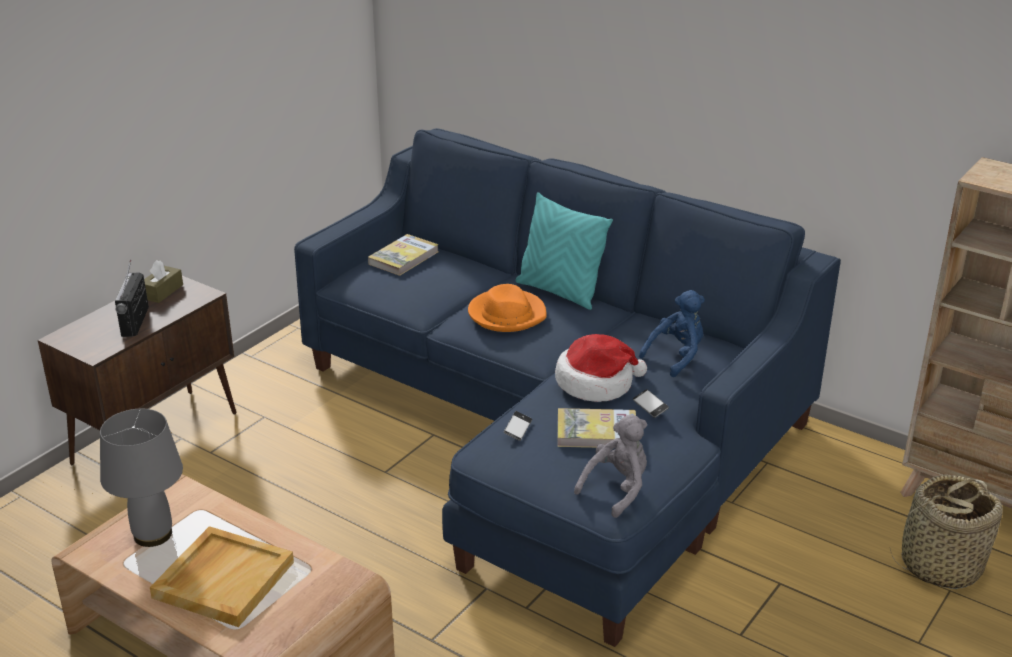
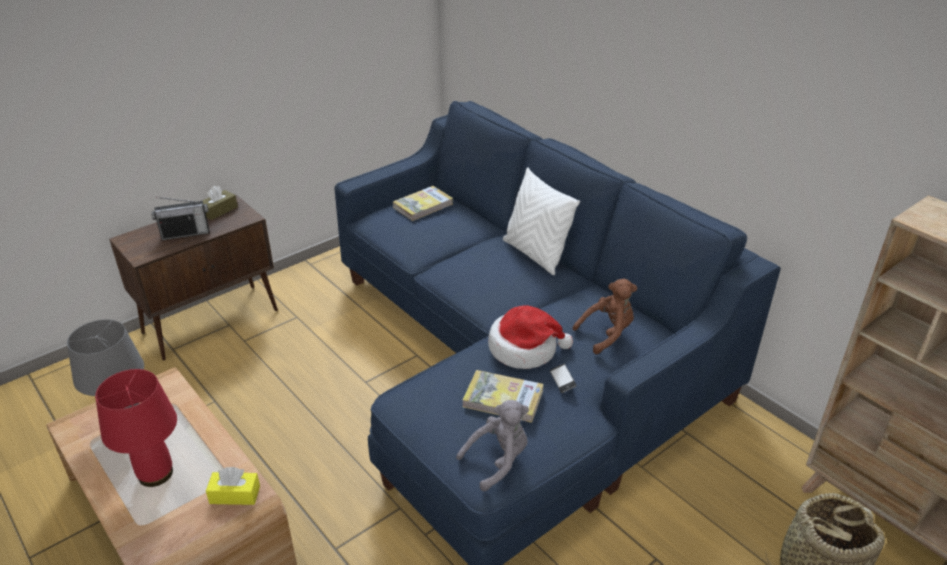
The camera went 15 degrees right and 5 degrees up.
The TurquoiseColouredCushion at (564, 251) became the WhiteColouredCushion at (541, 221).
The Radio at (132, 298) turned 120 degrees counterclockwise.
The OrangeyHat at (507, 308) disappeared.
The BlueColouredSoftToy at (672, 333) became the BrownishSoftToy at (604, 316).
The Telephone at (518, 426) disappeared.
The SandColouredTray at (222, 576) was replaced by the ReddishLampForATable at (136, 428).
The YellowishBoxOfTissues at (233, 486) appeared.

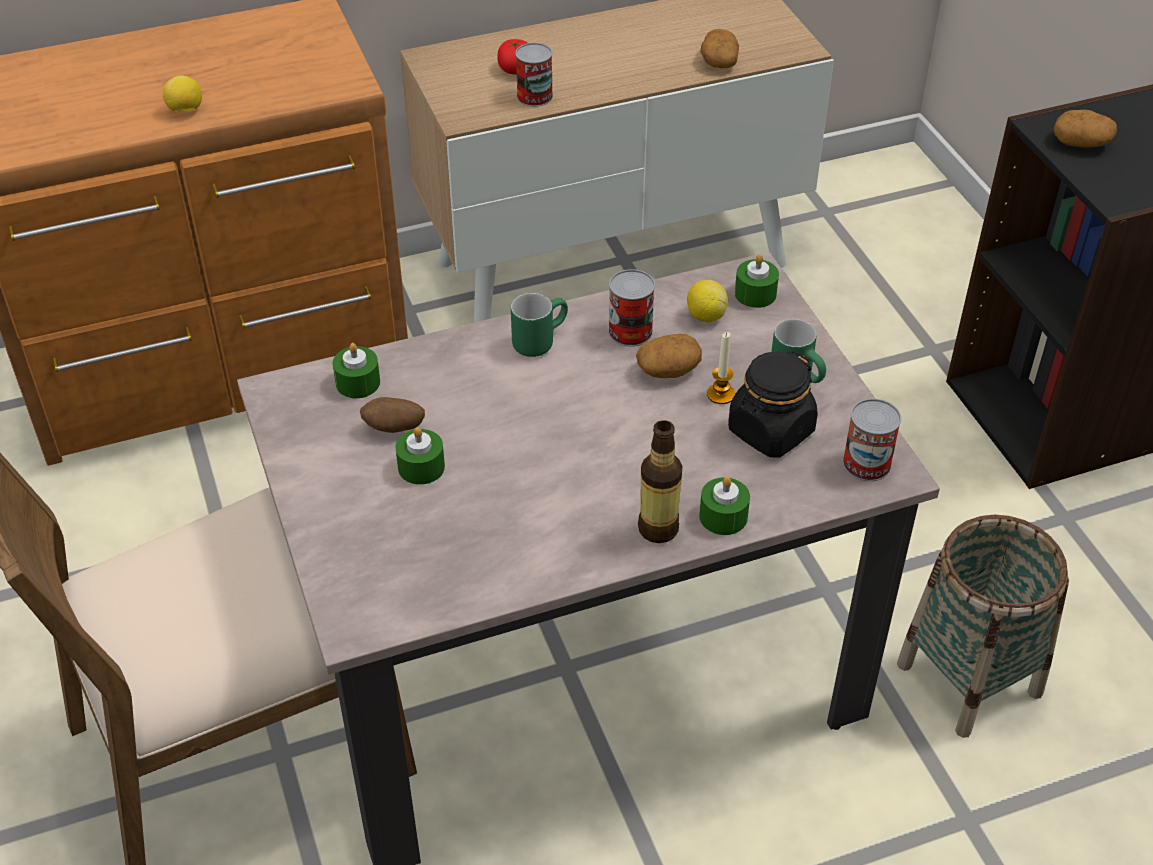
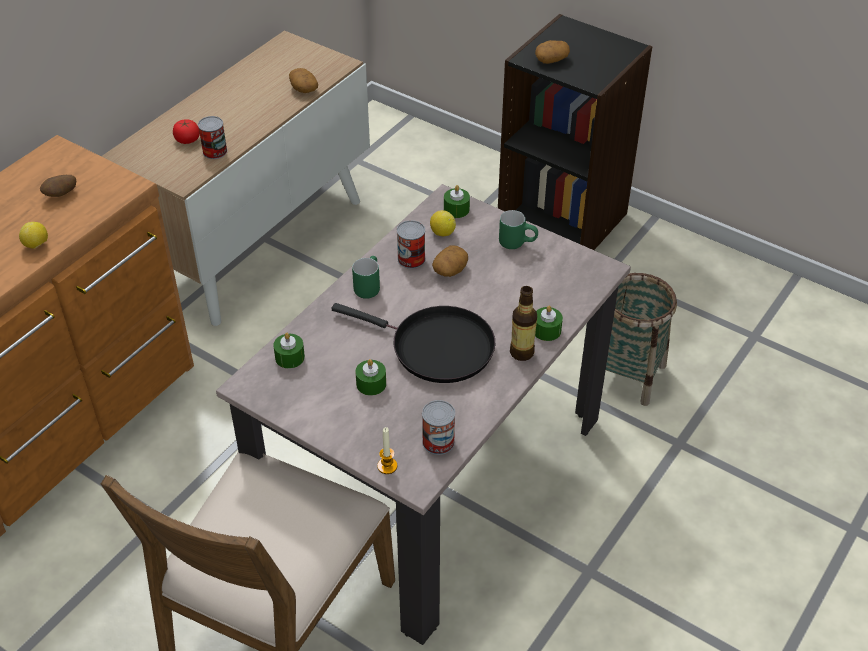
The camera went 35 degrees left and 0 degrees up.
The WaxLight moved from (721, 368) to (387, 450).
The BlackishJar at (773, 404) disappeared.
The Potato moved from (392, 415) to (58, 186).
The SealedCan moved from (872, 440) to (438, 427).
The BlackishPan at (413, 343) appeared.

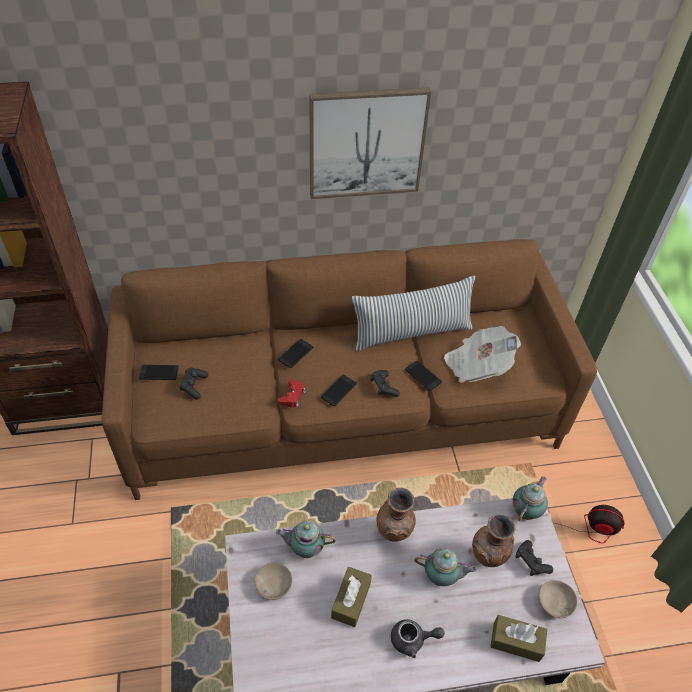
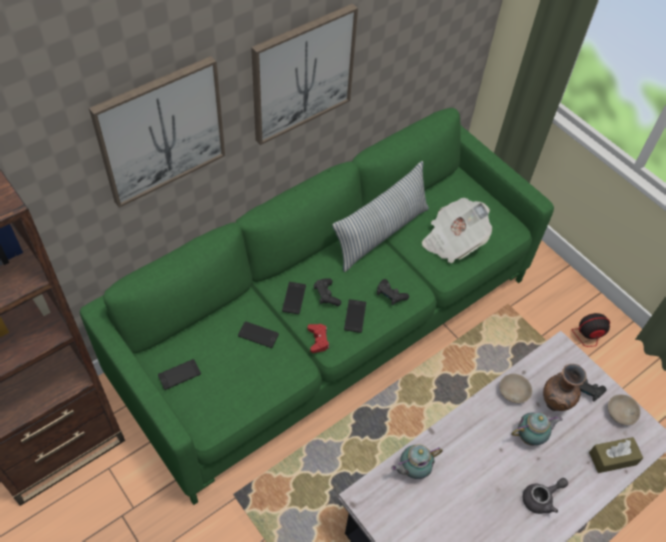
The camera went 30 degrees left and 5 degrees up.
The BrownishSofa at (349, 369) became the GreenColouredSofa at (317, 306).
The Telephone moved from (423, 376) to (258, 334).
The BlackishJoypad moved from (193, 383) to (327, 292).
The PotForTea at (530, 498) disappeared.
The BrownishVase at (396, 515) disappeared.
The SandColouredDeepDish moved from (273, 581) to (515, 388).
The BrownishBoxOfTissues at (351, 597) disappeared.
The WallPicture at (157, 132) appeared.

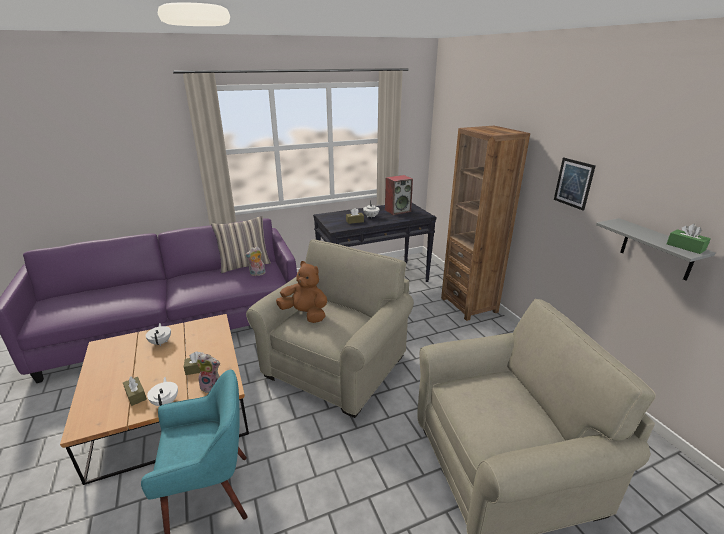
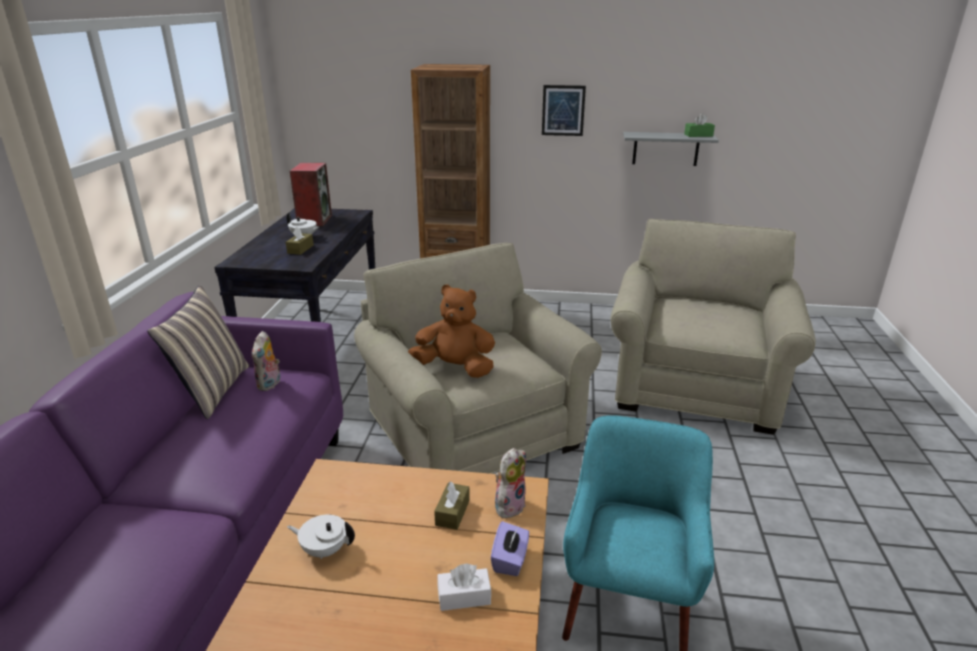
The camera went 60 degrees left and 0 degrees up.
The BrownishSoftToy at (301, 292) turned 45 degrees clockwise.
The BrownishBoxOfTissues at (135, 391) became the WhiteColouredBoxOfTissues at (464, 587).
The WhiteColouredPotForTea at (162, 391) was replaced by the PurpleBoxOfTissues at (510, 548).

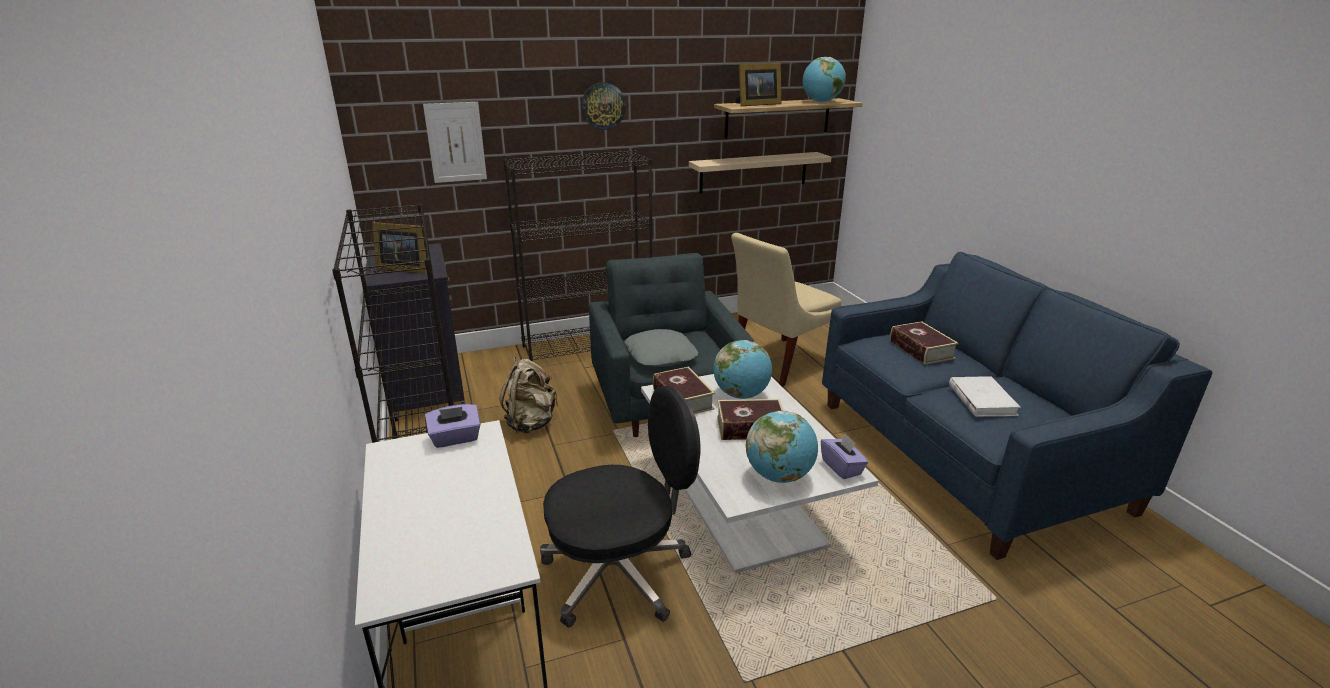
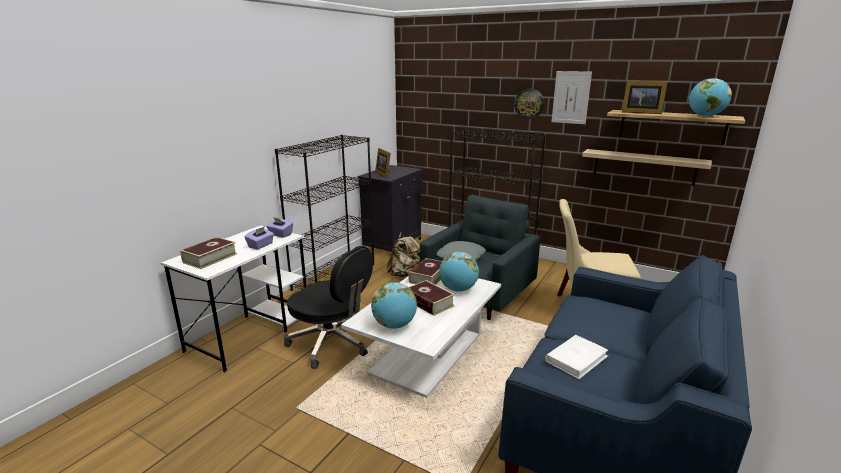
The camera went 50 degrees right and 5 degrees down.
The WallPicture moved from (455, 142) to (572, 97).
The Volume moved from (924, 343) to (208, 253).
The PurpleBoxOfTissues moved from (844, 456) to (259, 238).

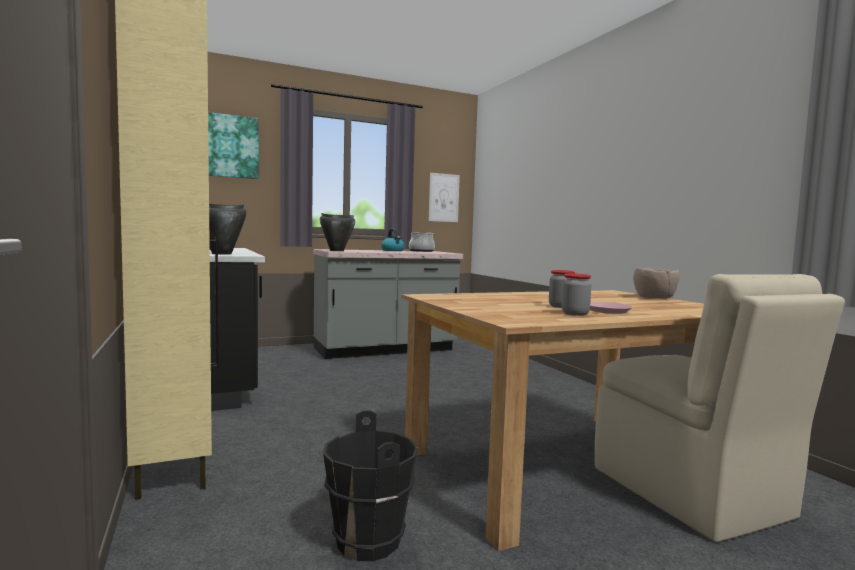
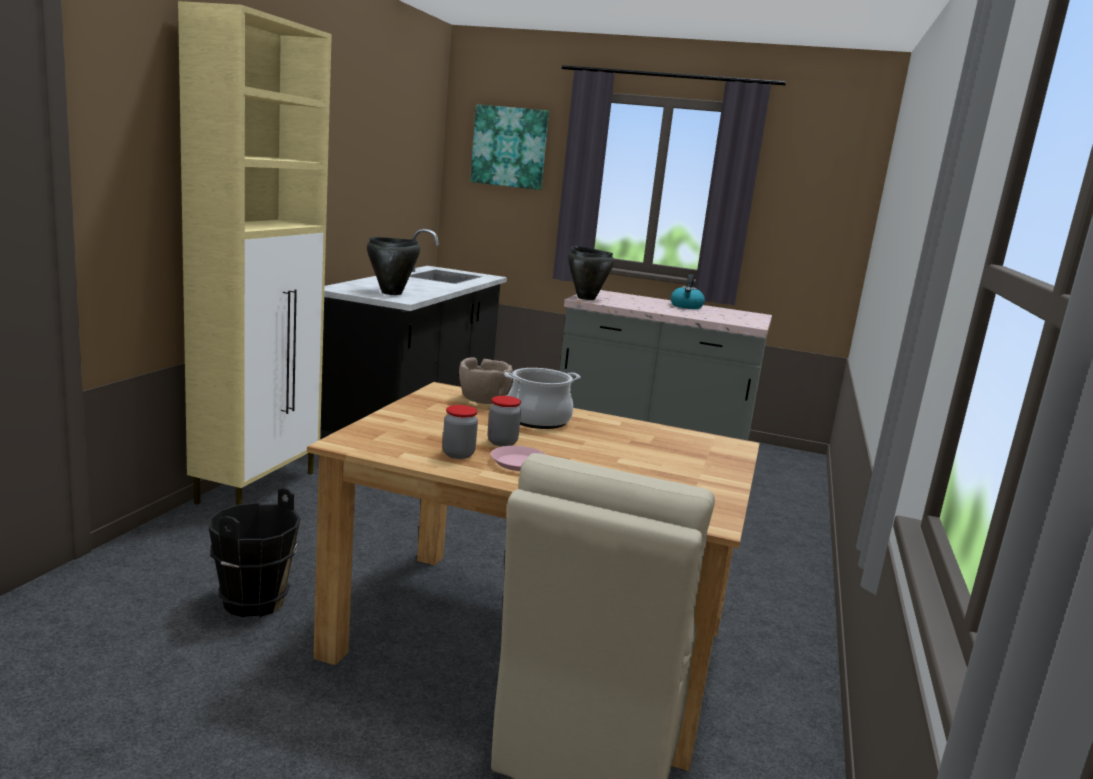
The camera went 40 degrees right and 10 degrees up.
The WallPicture at (444, 197) disappeared.
The Stockpot moved from (422, 242) to (542, 398).
The BrownishDeepDish moved from (656, 283) to (486, 380).

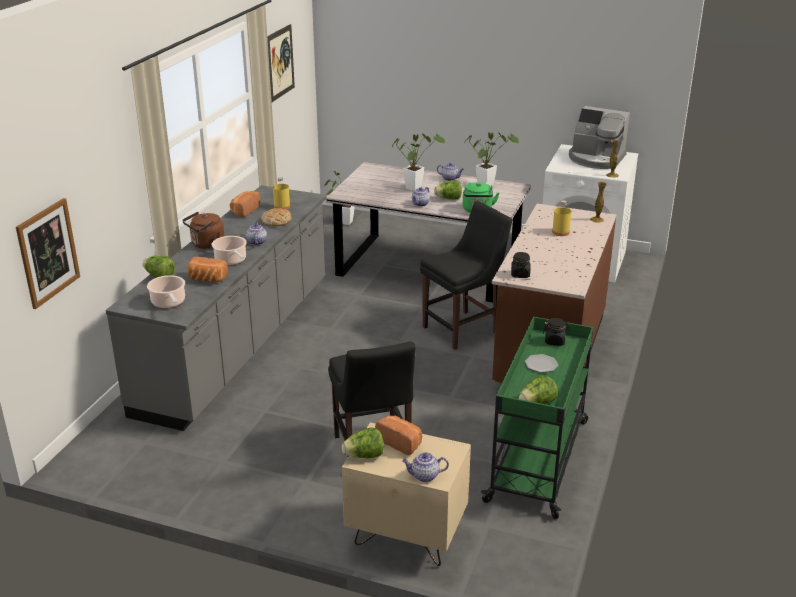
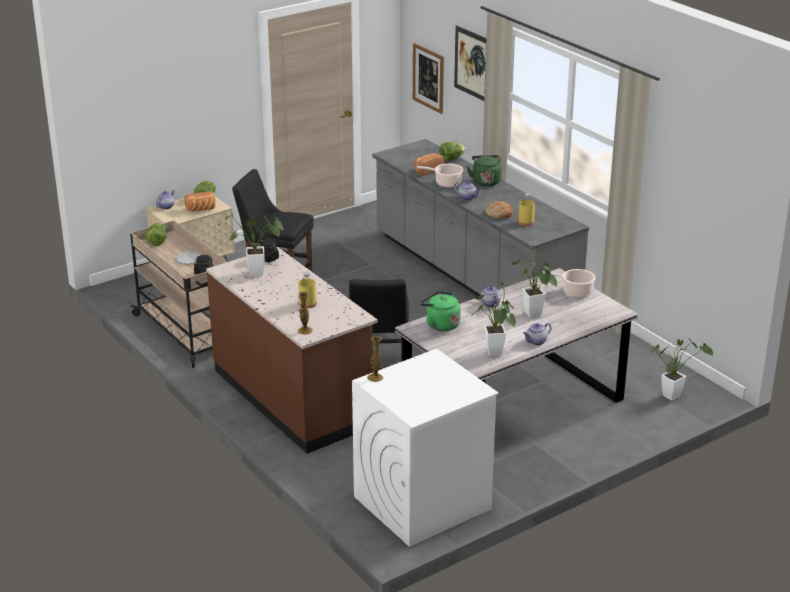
The camera went 125 degrees right and 0 degrees up.
The WallPicture moved from (281, 63) to (470, 63).
The CoffeeMaker at (599, 137) disappeared.
The LettuceHead at (448, 190) disappeared.
The BakedBread at (245, 204) disappeared.
The BrownishWaterKettle at (203, 230) became the GreenColouredWaterKettle at (484, 170).
The Stockpot moved from (166, 291) to (569, 283).
The GreenColouredWheeledCart at (537, 418) became the SandColouredWheeledCart at (178, 294).
The Houseplant at (254, 245) appeared.

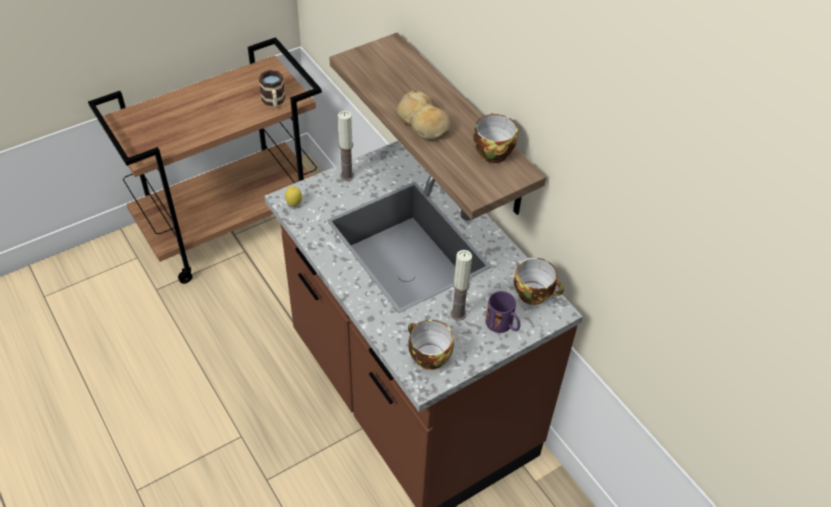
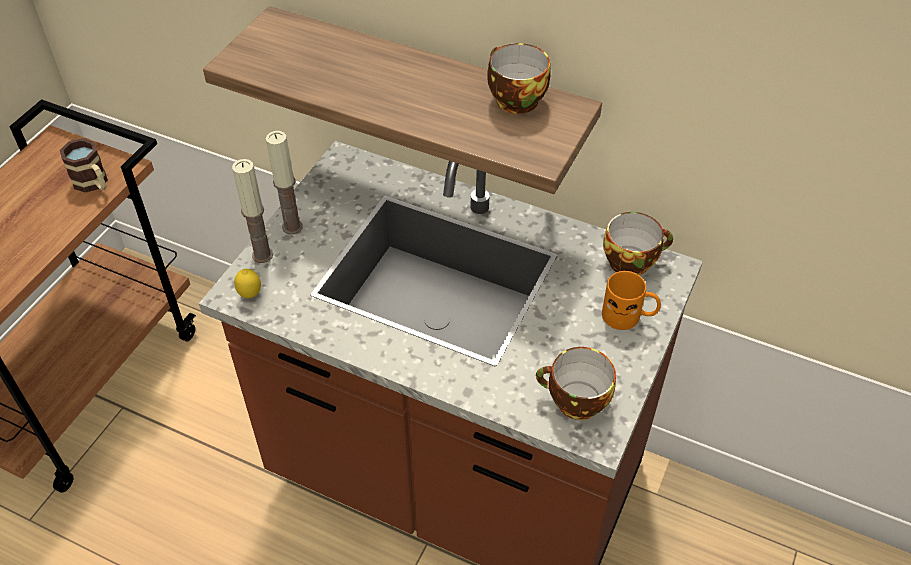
The camera went 30 degrees left and 0 degrees up.
The BakedBread at (423, 115) disappeared.
The WaxLight moved from (461, 285) to (252, 211).
The PurpleCoffeeMug at (503, 312) became the OrangeyCoffeeMug at (631, 300).

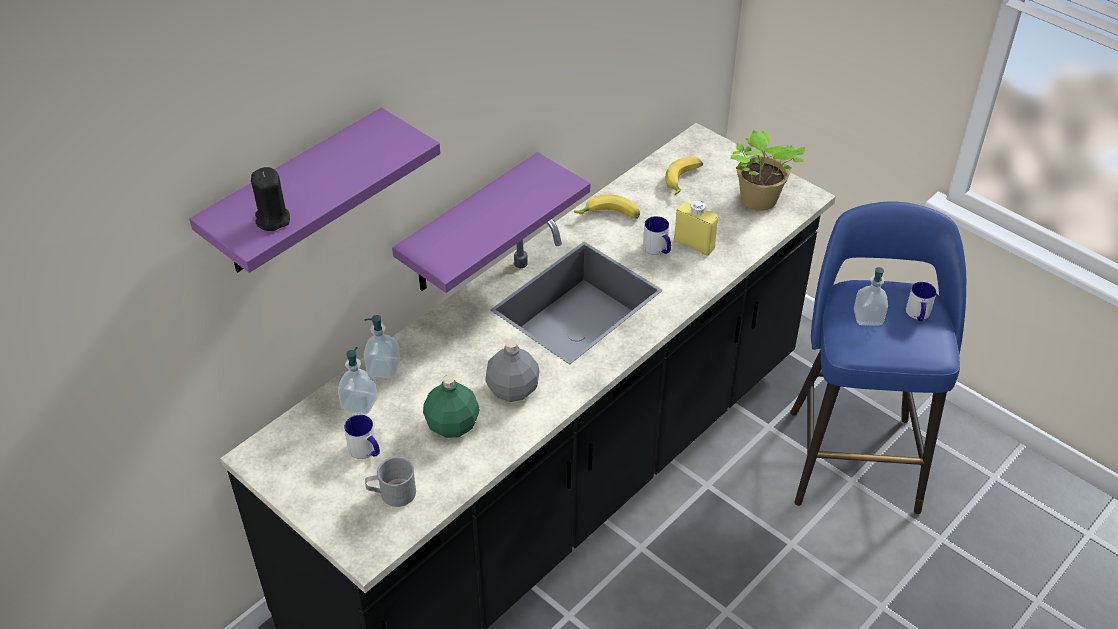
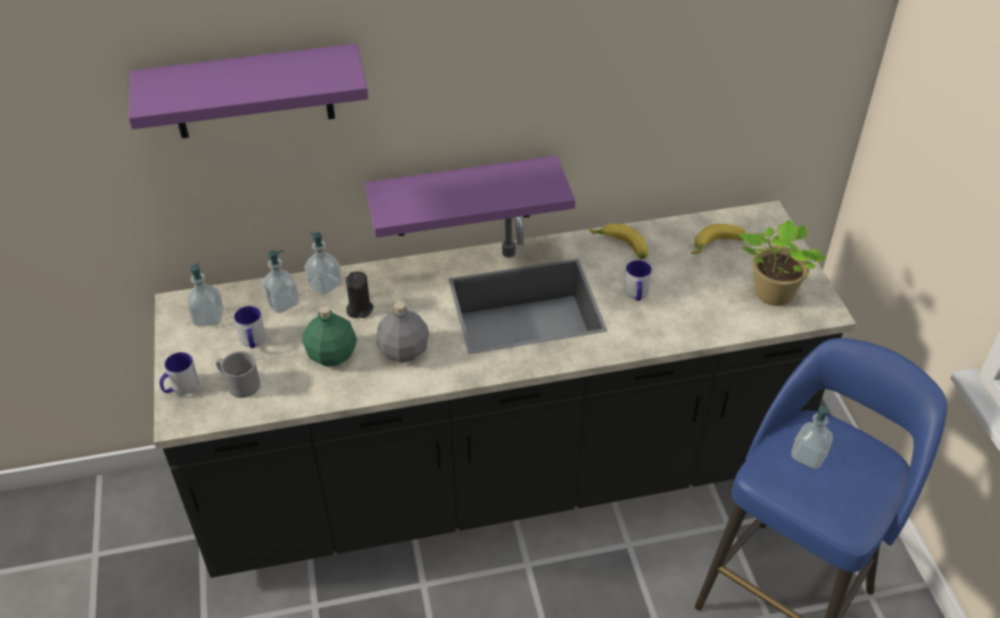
The camera went 35 degrees right and 0 degrees up.
The BlackishWaxLight moved from (270, 199) to (359, 294).
The YellowishBottle at (696, 228) disappeared.
The CoffeeMug moved from (921, 301) to (179, 373).
The LiquidSoapBottle at (205, 294) appeared.

